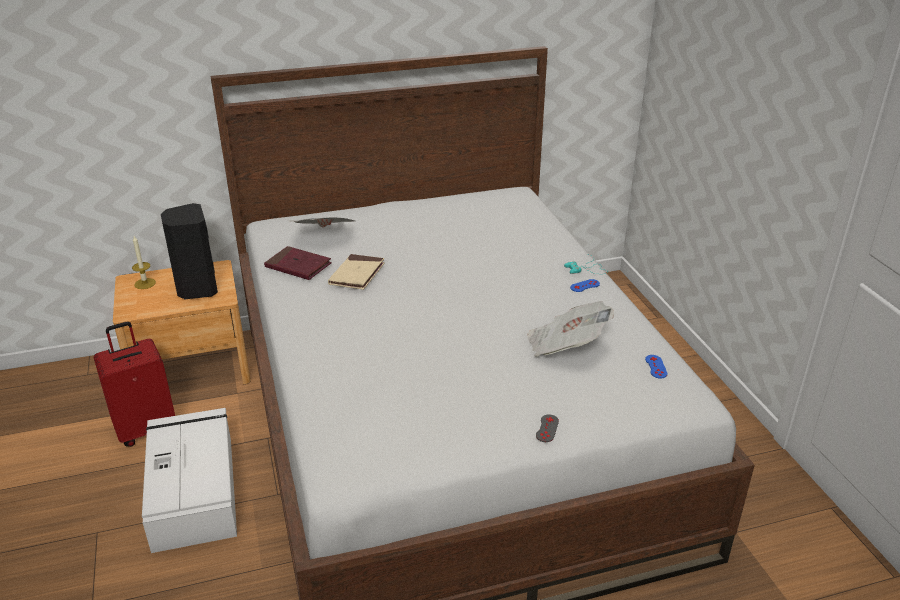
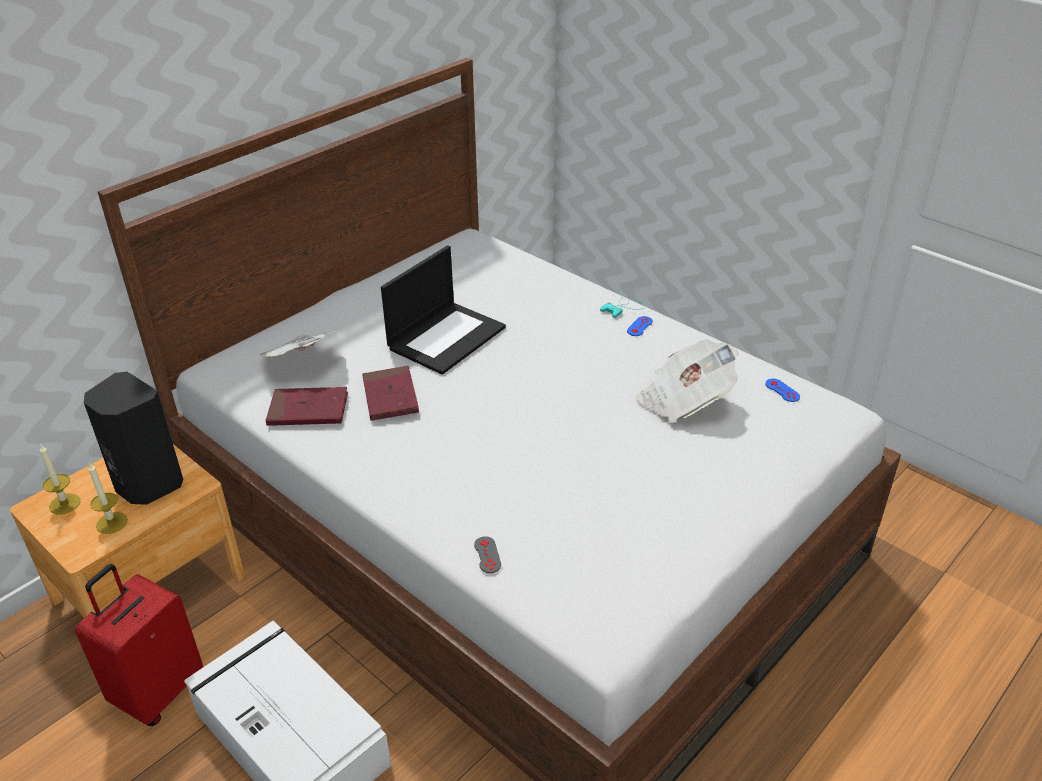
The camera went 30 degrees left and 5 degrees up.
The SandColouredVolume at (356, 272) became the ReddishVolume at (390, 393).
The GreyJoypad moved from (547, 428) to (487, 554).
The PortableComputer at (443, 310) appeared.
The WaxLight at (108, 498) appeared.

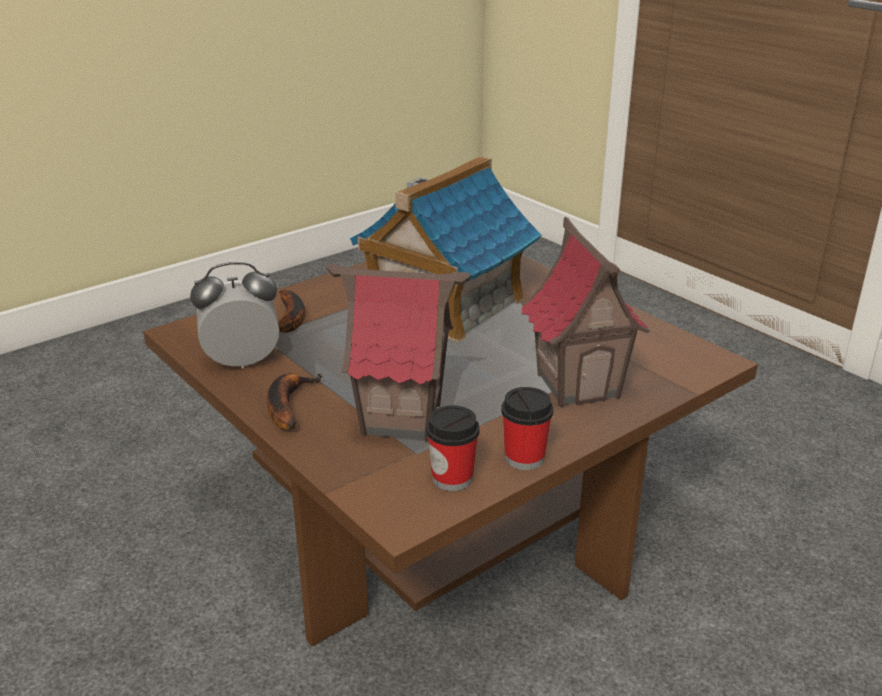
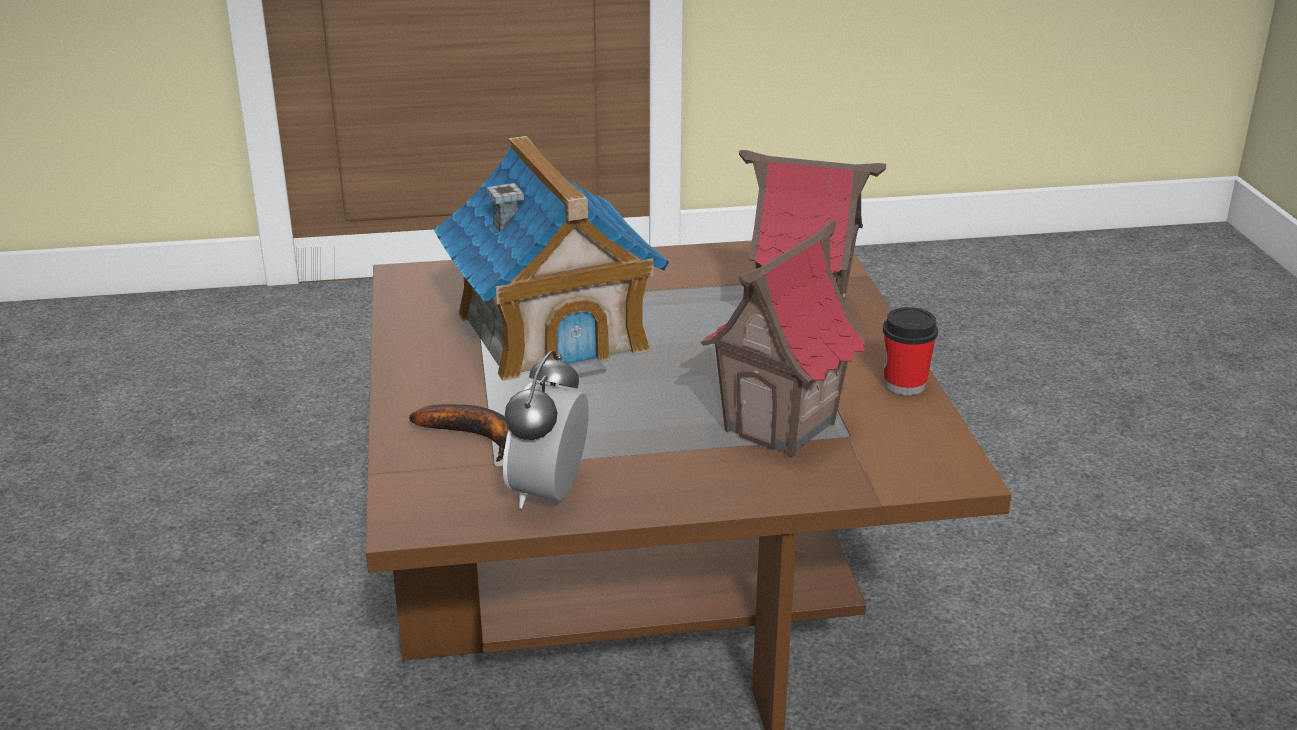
The camera went 60 degrees left and 0 degrees up.
The Banana at (295, 401) disappeared.
The Cup at (452, 448) disappeared.

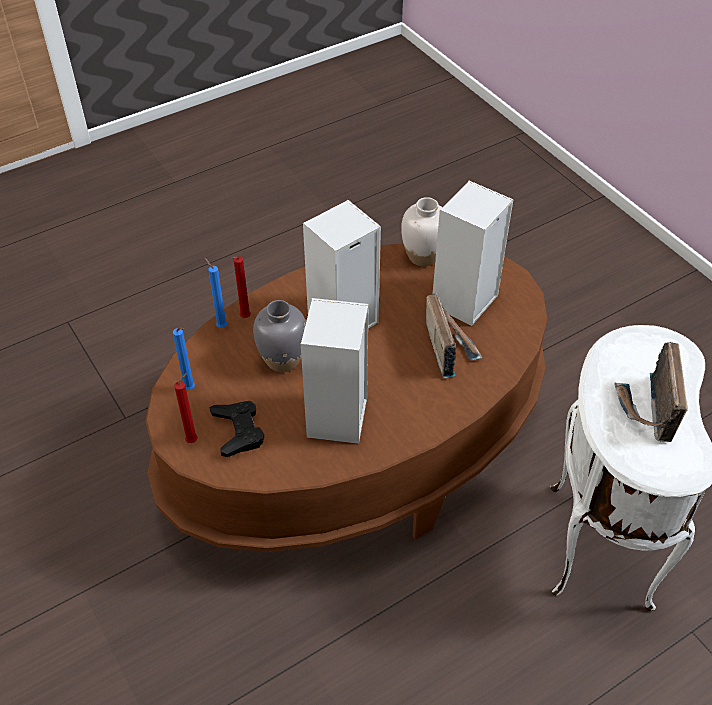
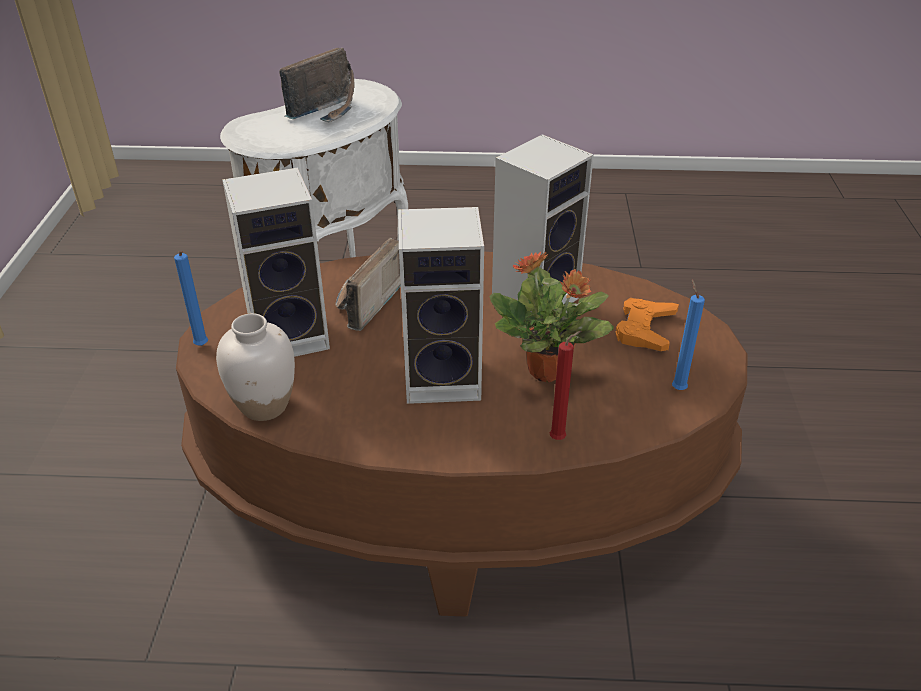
The camera went 145 degrees left and 10 degrees down.
The BlueColouredWaxLight moved from (215, 293) to (191, 298).
The GreyVase at (279, 336) was replaced by the Houseplant at (552, 317).
The ReddishWaxLight at (186, 408) disappeared.
The BlackishJoypad at (236, 429) became the OrangeyJoypad at (647, 324).

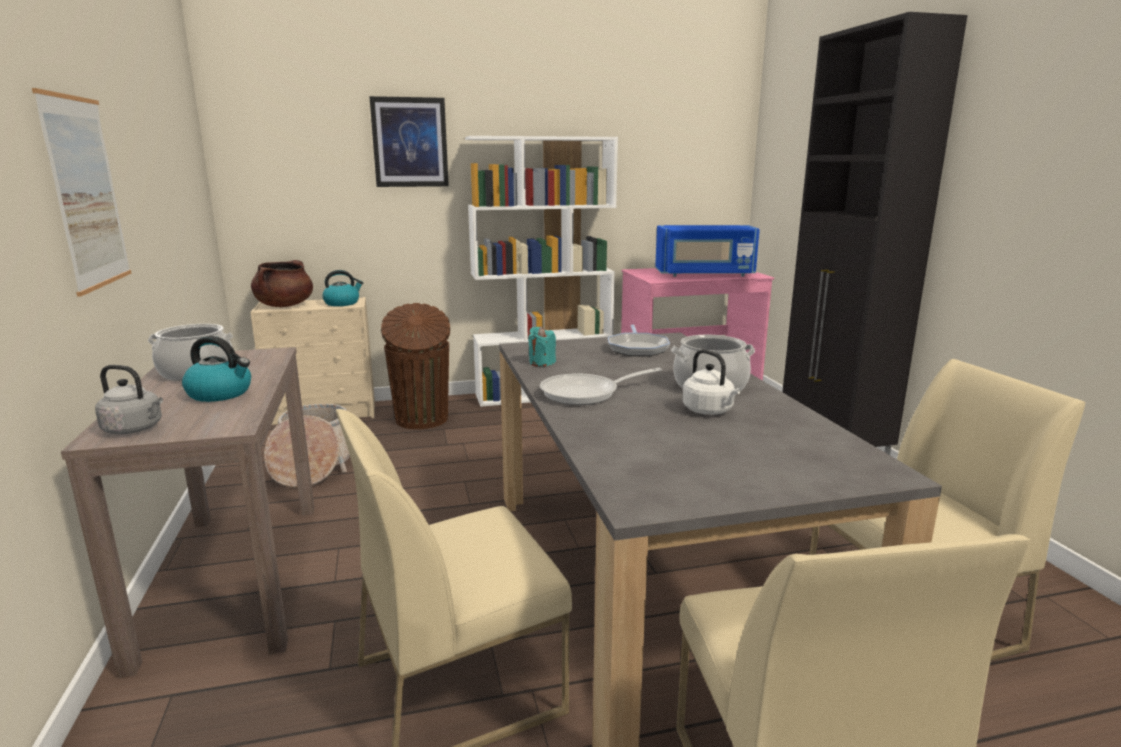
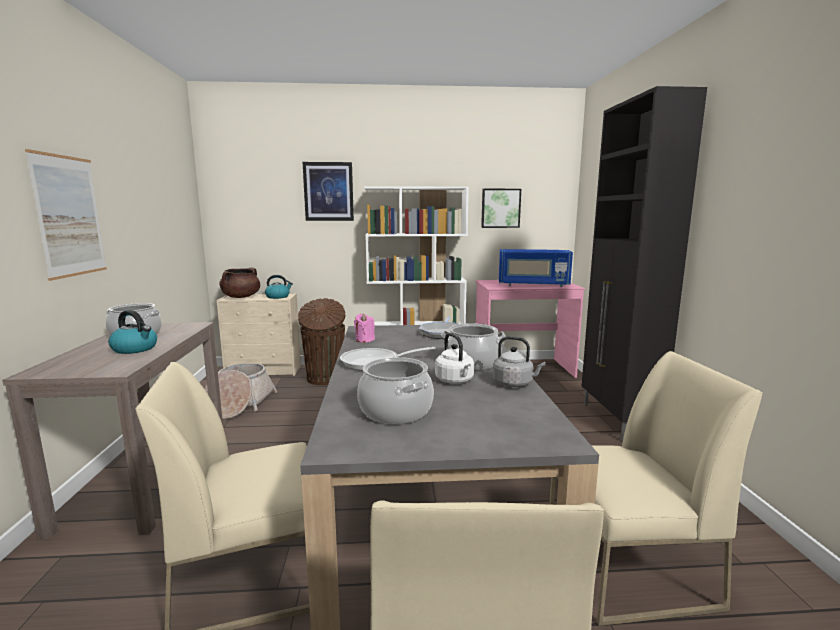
The camera went 10 degrees right and 5 degrees down.
The TurquoiseColouredWaxLight at (542, 346) became the PinkWaxLight at (364, 328).
The GreyWaterKettle moved from (129, 399) to (519, 361).
The WallPicture at (501, 208) appeared.
The Stockpot at (395, 390) appeared.

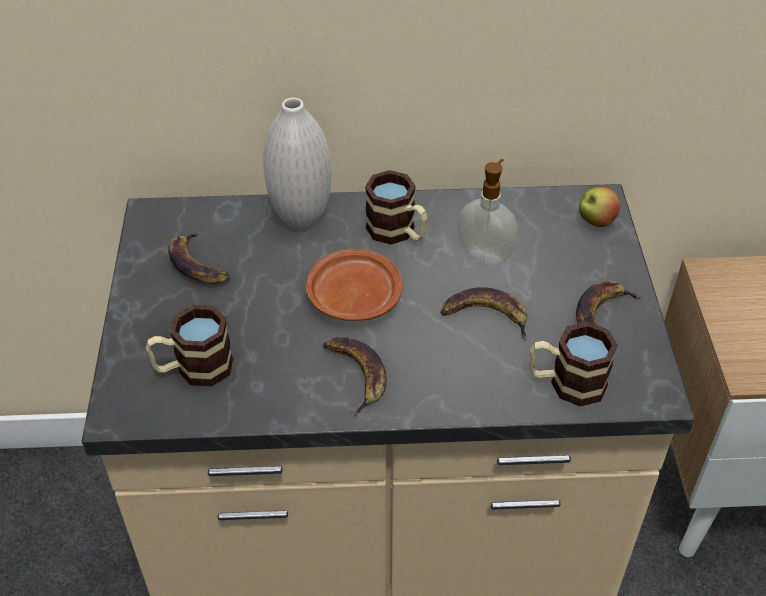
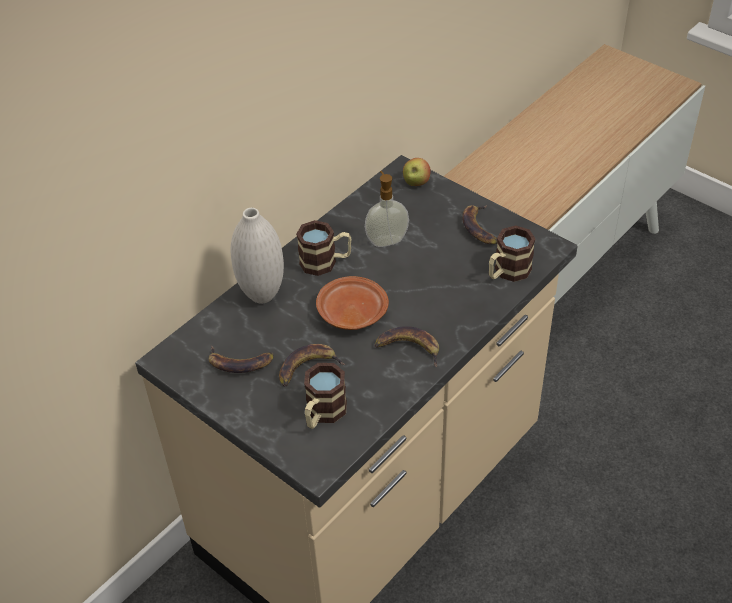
The camera went 45 degrees left and 0 degrees up.
The Banana moved from (483, 314) to (312, 365).

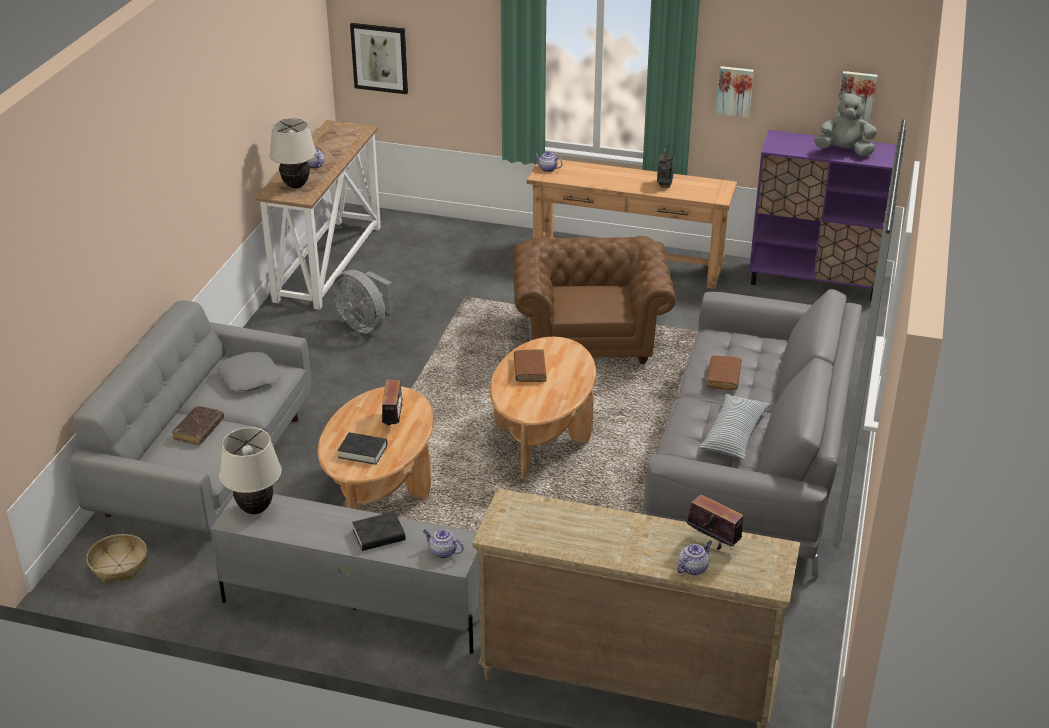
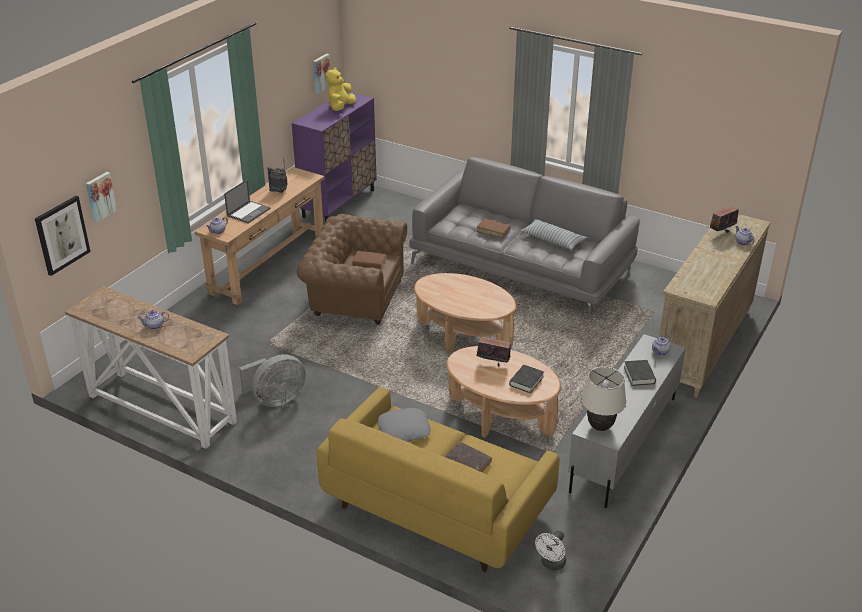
The camera went 75 degrees left and 0 degrees up.
The WallPicture moved from (735, 92) to (101, 197).
The GreySoftToy at (845, 124) became the YellowishSoftToy at (341, 89).
The SandColouredLampForATable at (293, 153) disappeared.
The GreySofa at (190, 417) became the YellowishSofa at (438, 479).
The BrownishVolume moved from (530, 365) to (369, 259).
The StorageBasket at (117, 558) was replaced by the WhiteColouredFan at (550, 550).
The PortableComputer at (247, 201) appeared.

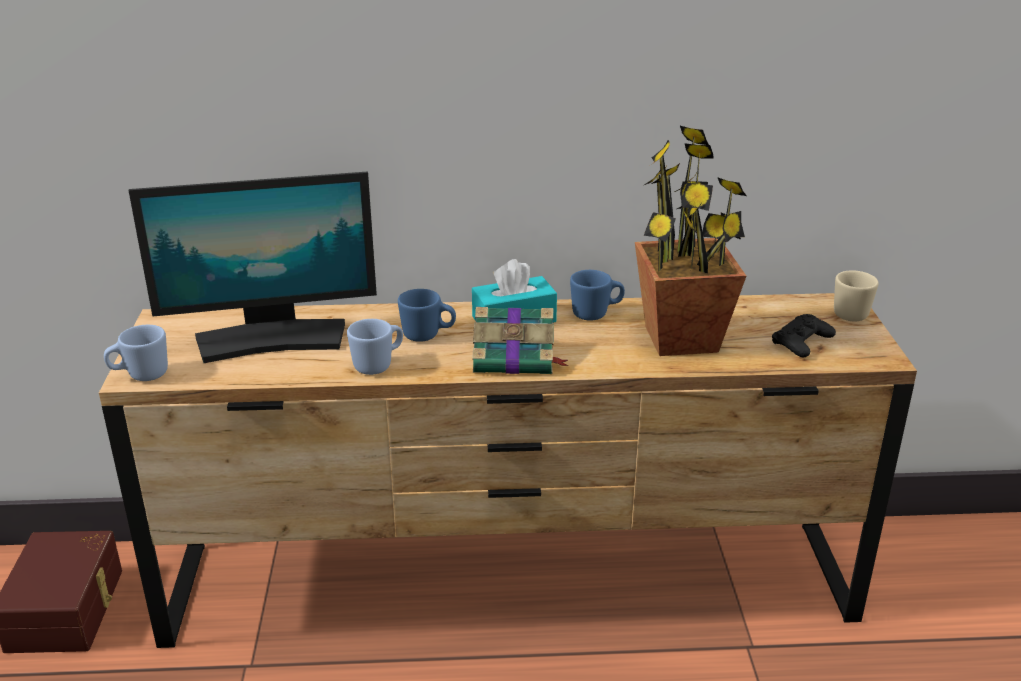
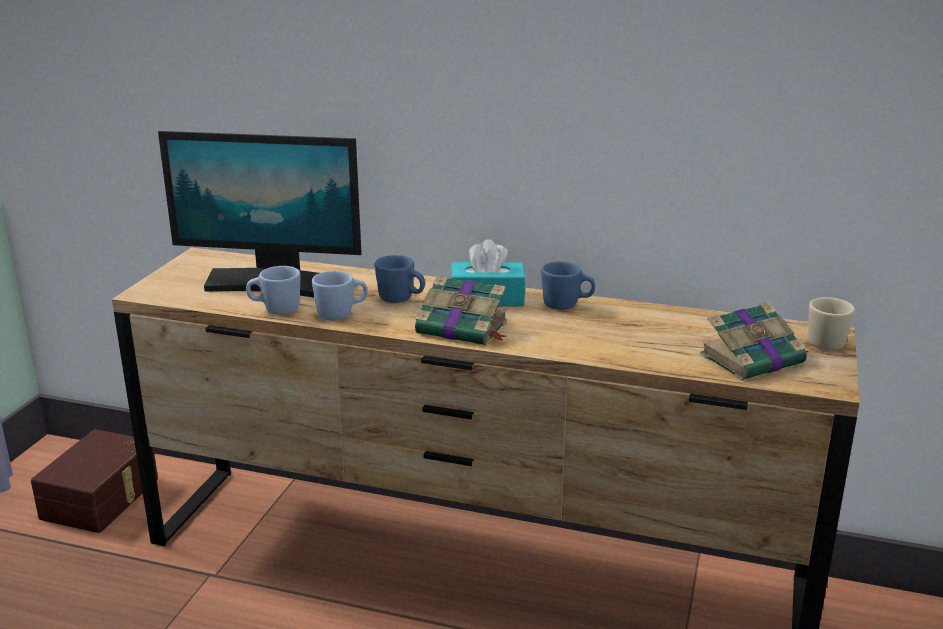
The camera went 20 degrees right and 5 degrees down.
The Houseplant at (691, 241) disappeared.
The BlackishJoypad at (804, 335) was replaced by the Volume at (754, 341).
The BlueColouredCoffeeMug moved from (136, 353) to (273, 290).

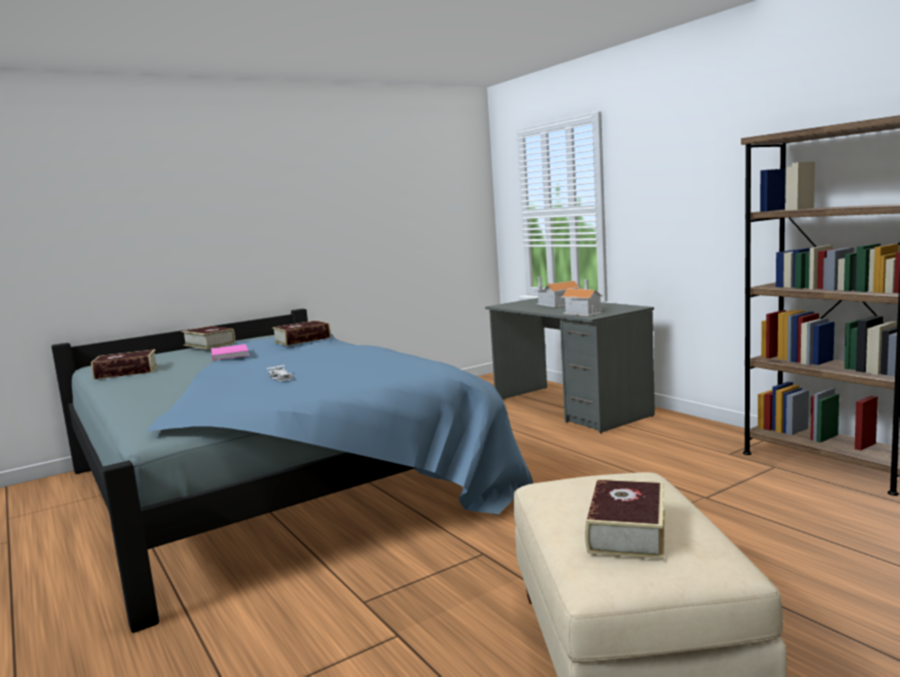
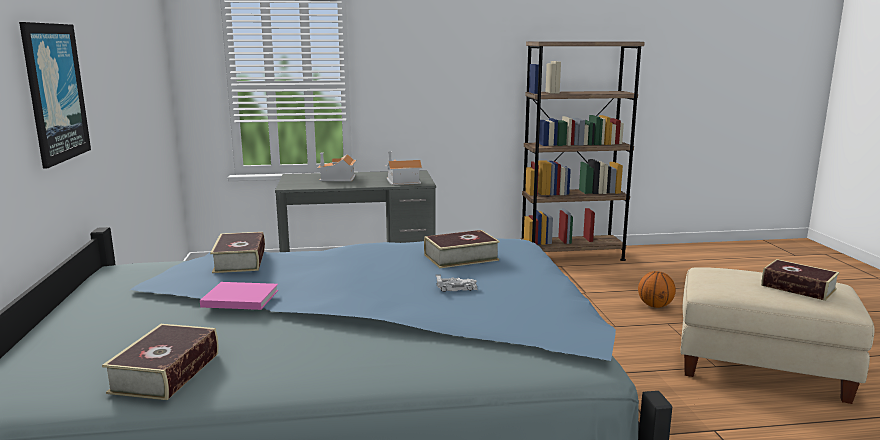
The camera went 65 degrees left and 5 degrees up.
The Volume moved from (208, 337) to (462, 249).
The WallPicture at (55, 95) appeared.
The BallForBasketball at (657, 289) appeared.

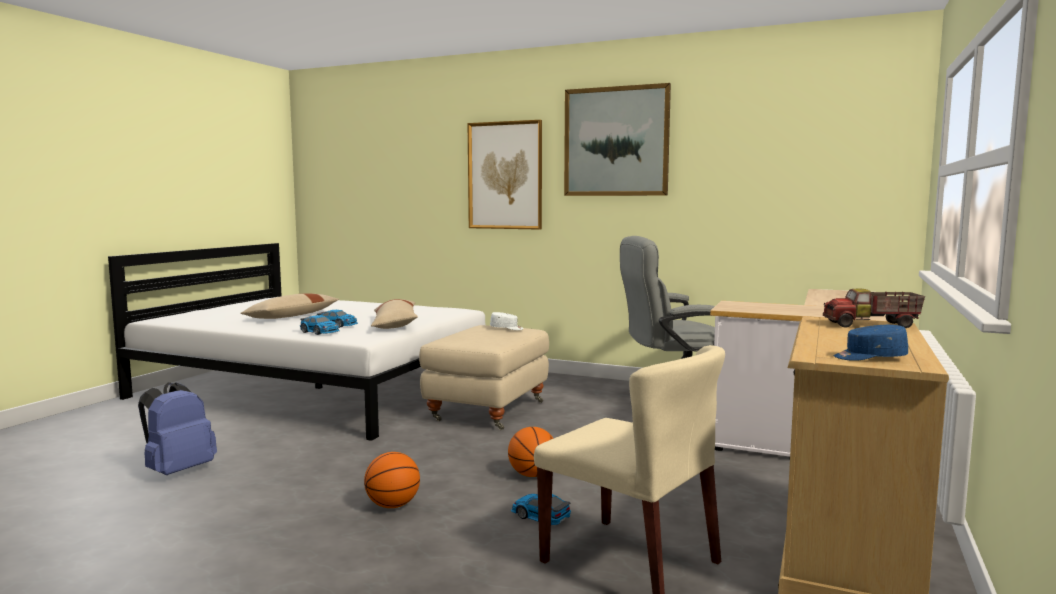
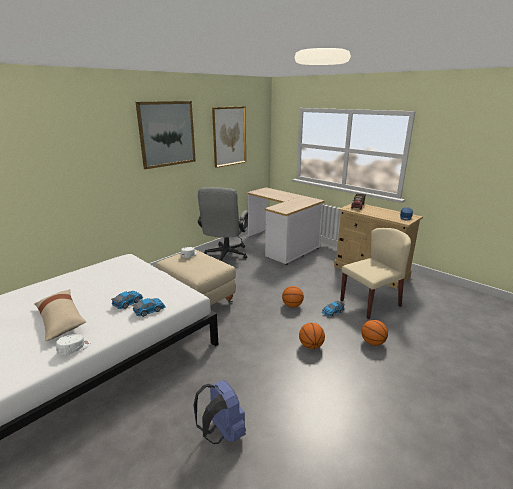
The camera went 70 degrees left and 15 degrees up.
The WallPicture moved from (504, 175) to (229, 137).
The SandColouredCushion at (394, 314) disappeared.
The BallForBasketball at (374, 333) appeared.
The WhiteColouredPeakedCap at (73, 345) appeared.

